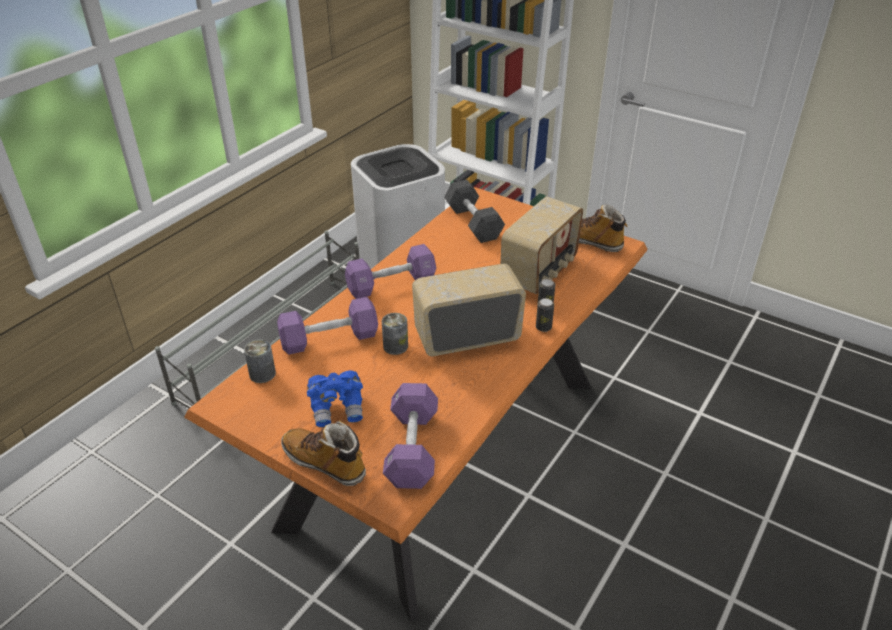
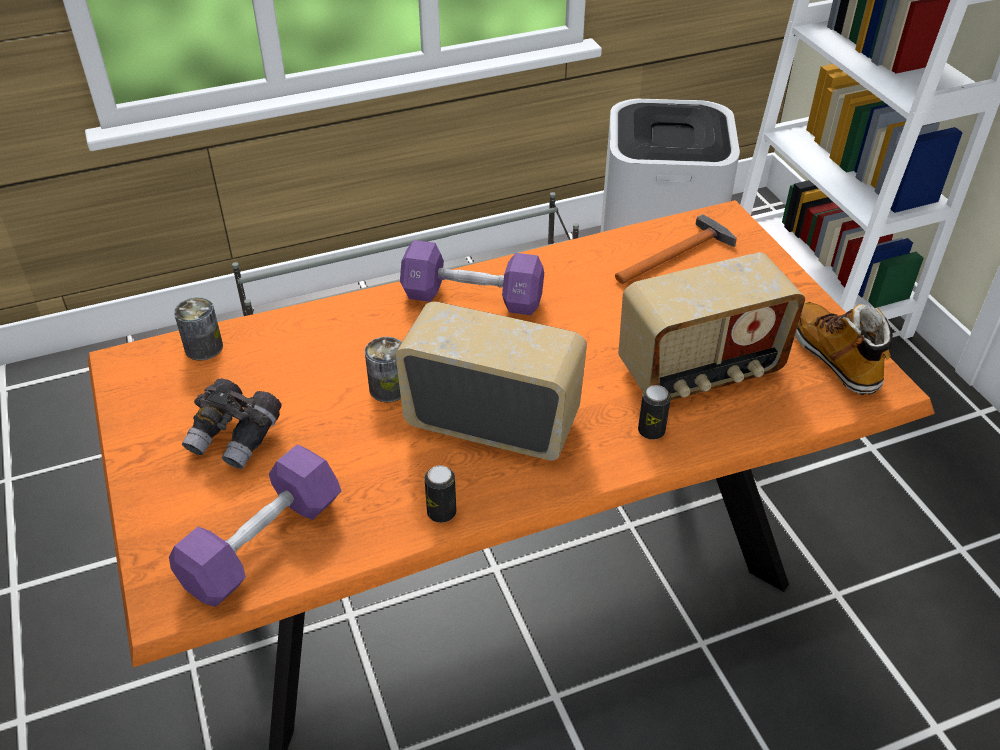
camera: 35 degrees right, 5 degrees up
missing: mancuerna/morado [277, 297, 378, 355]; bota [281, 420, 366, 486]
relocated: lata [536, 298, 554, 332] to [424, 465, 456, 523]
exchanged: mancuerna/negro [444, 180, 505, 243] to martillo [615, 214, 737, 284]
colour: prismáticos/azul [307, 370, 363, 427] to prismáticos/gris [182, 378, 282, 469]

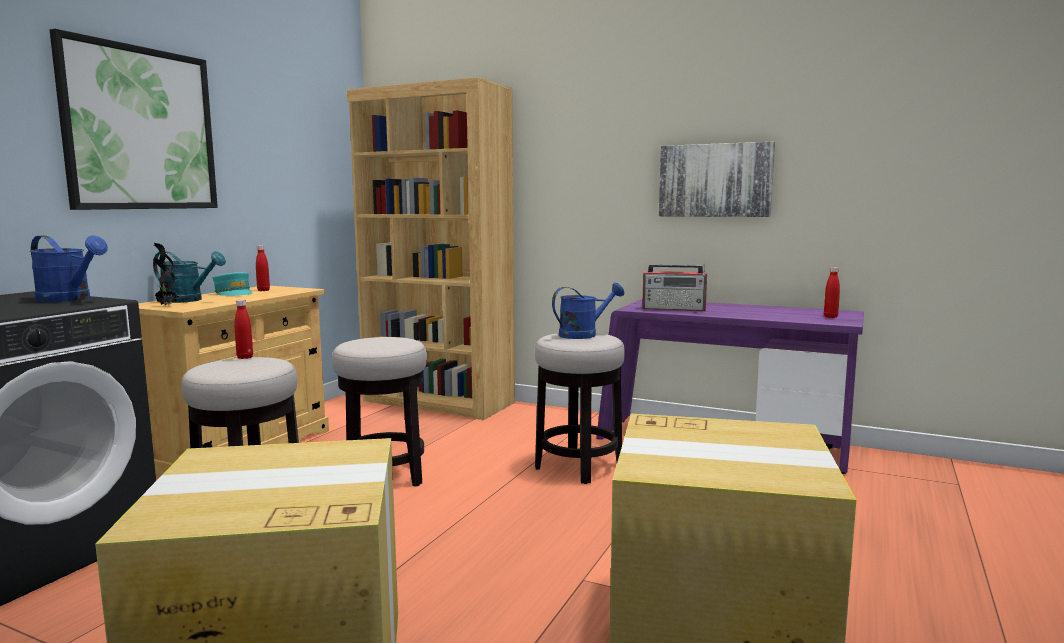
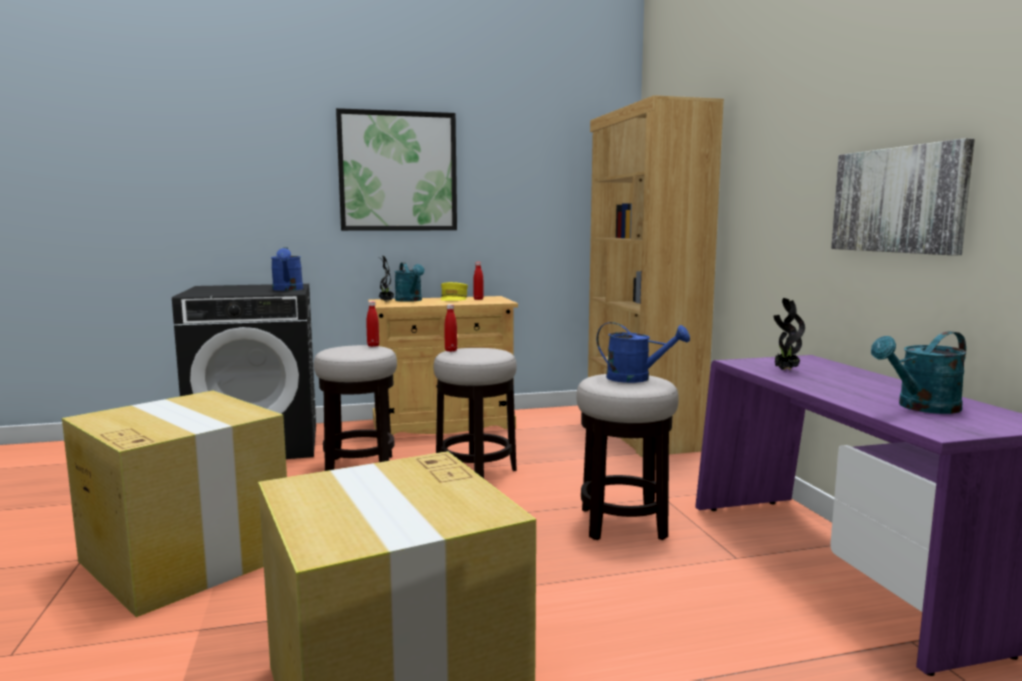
camera: 50 degrees right, 0 degrees up
appeared: regadera/turquesa [871, 331, 966, 414]
relocated: botella/rojo [824, 267, 840, 318] to [445, 304, 457, 352]
exchanged: radio [642, 264, 707, 311] to planta en maceta [773, 298, 805, 370]
colour: gorra/turquesa [212, 272, 252, 296] to gorra/amarillo [440, 282, 468, 301]

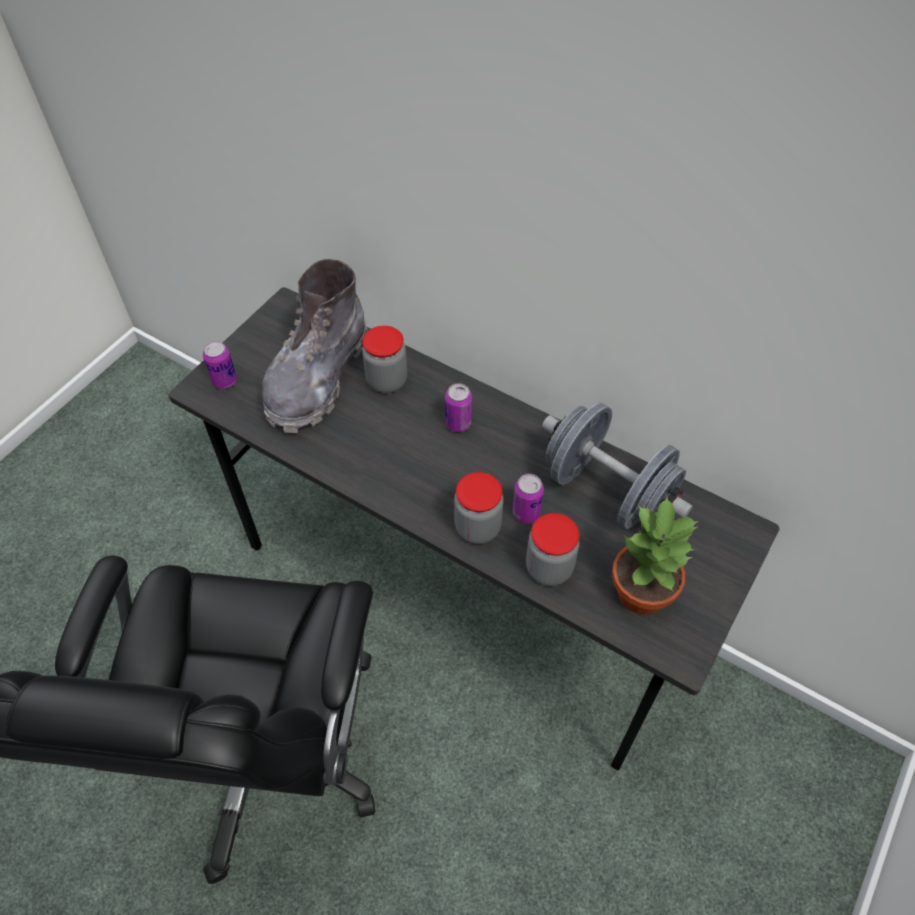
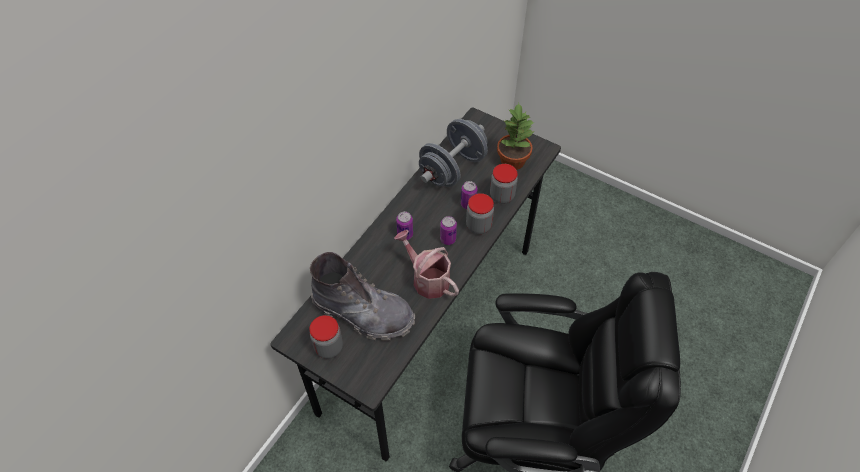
camera: 90 degrees left, 0 degrees up
appeared: regadera [394, 230, 459, 299]
relocated: tarro [362, 326, 407, 393] to [310, 315, 343, 359]; lata [203, 341, 237, 389] to [440, 216, 457, 245]

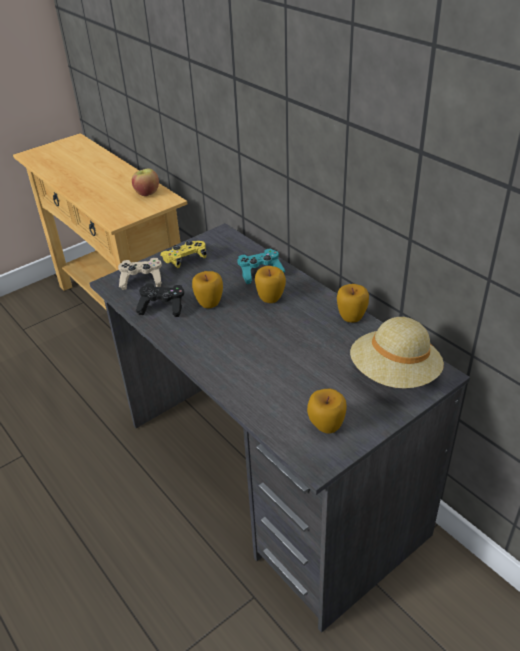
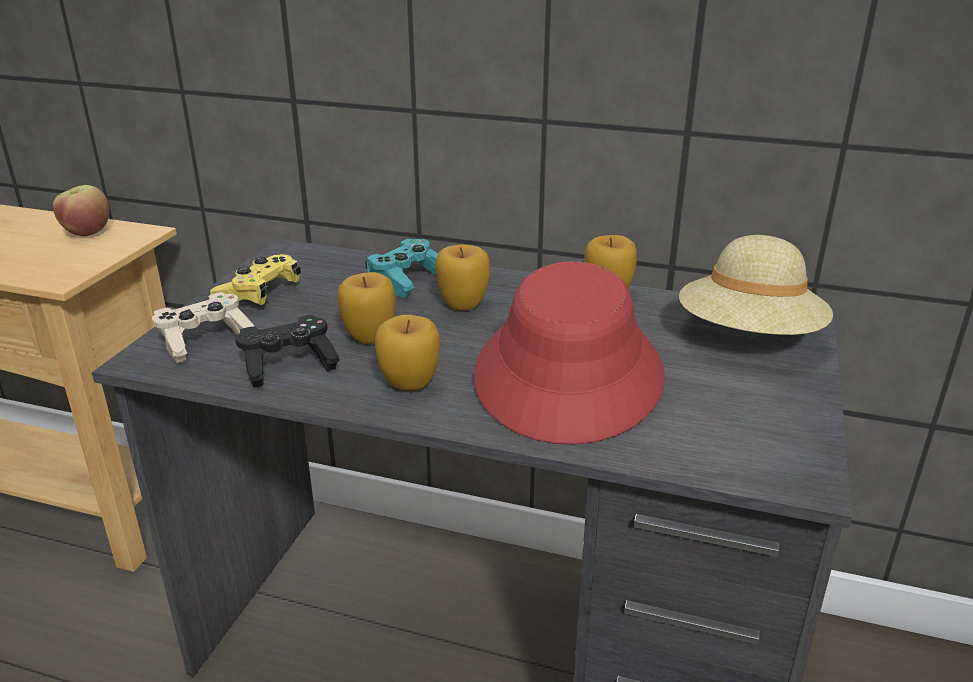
camera: 35 degrees left, 10 degrees down
appeared: sombrero/rojo [474, 261, 665, 445]
relocated: manzana [307, 389, 347, 434] to [375, 315, 440, 390]

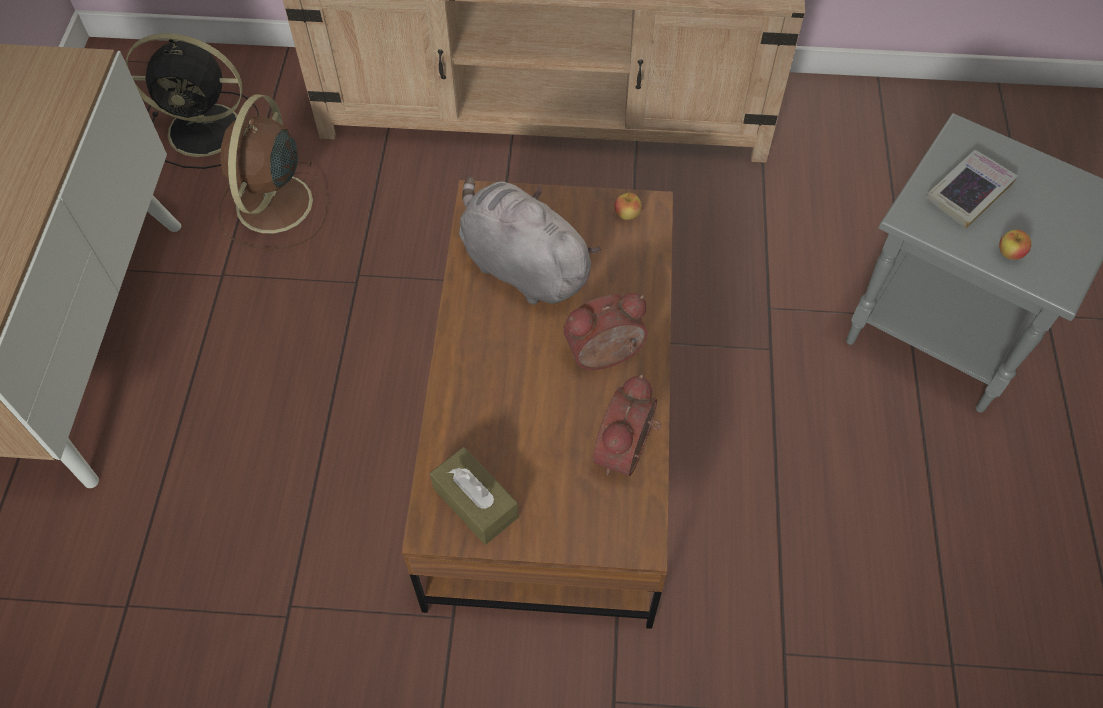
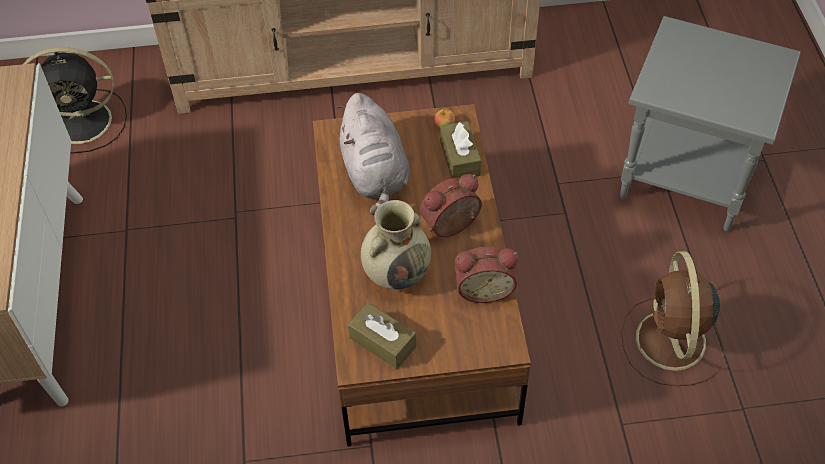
camera: 10 degrees left, 5 degrees down
missing: libro [926, 150, 1018, 229]; manzana [999, 230, 1032, 260]
appeared: caja de pañuelos/marrón [440, 121, 481, 178]; florero/beis [361, 200, 431, 290]
relocated: ventilador/marrón [218, 94, 327, 249] to [621, 251, 725, 386]
spun: peluche/gris [459, 177, 601, 305] = [336, 93, 410, 216] 135 degrees counterclockwise; despertador [593, 374, 661, 476] = [455, 246, 518, 303] 105 degrees counterclockwise

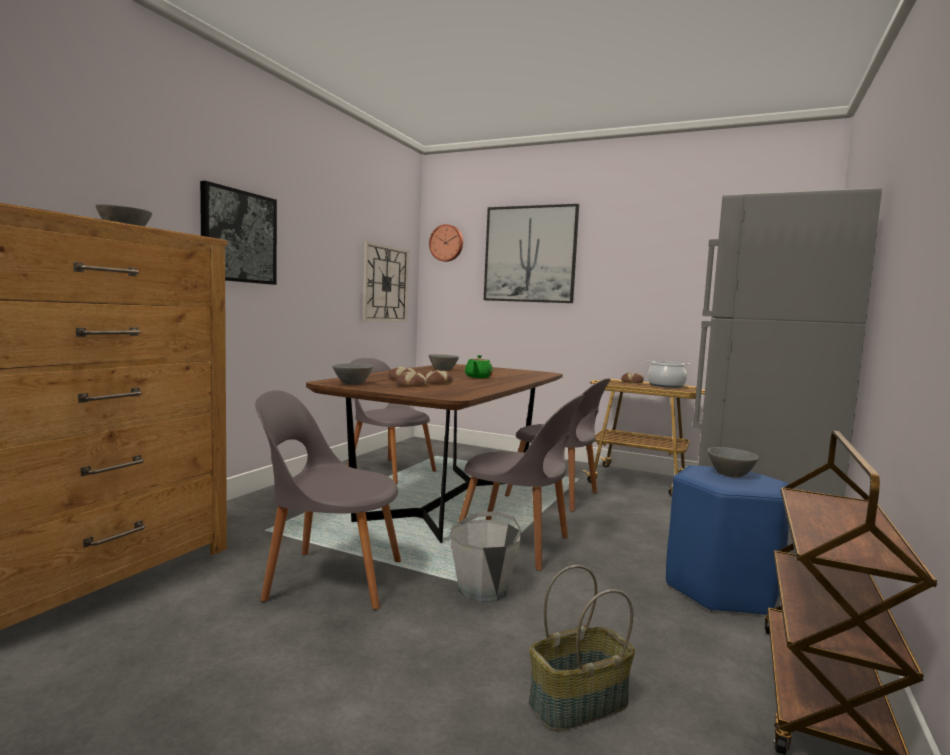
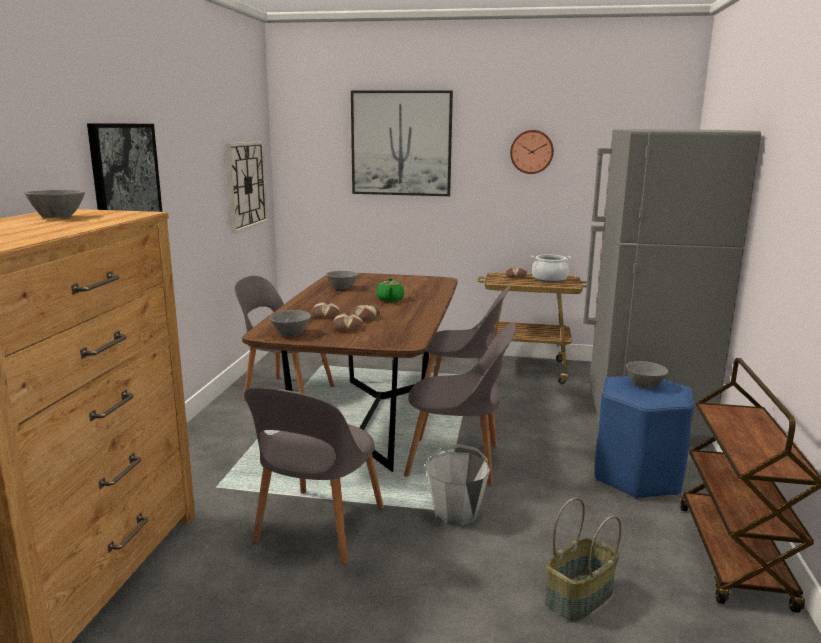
camera: 15 degrees left, 10 degrees up
relocated: reloj de pared [429, 224, 463, 262] to [510, 130, 554, 174]
spun: silla/gris [255, 390, 401, 610] = [244, 387, 384, 564] 60 degrees counterclockwise

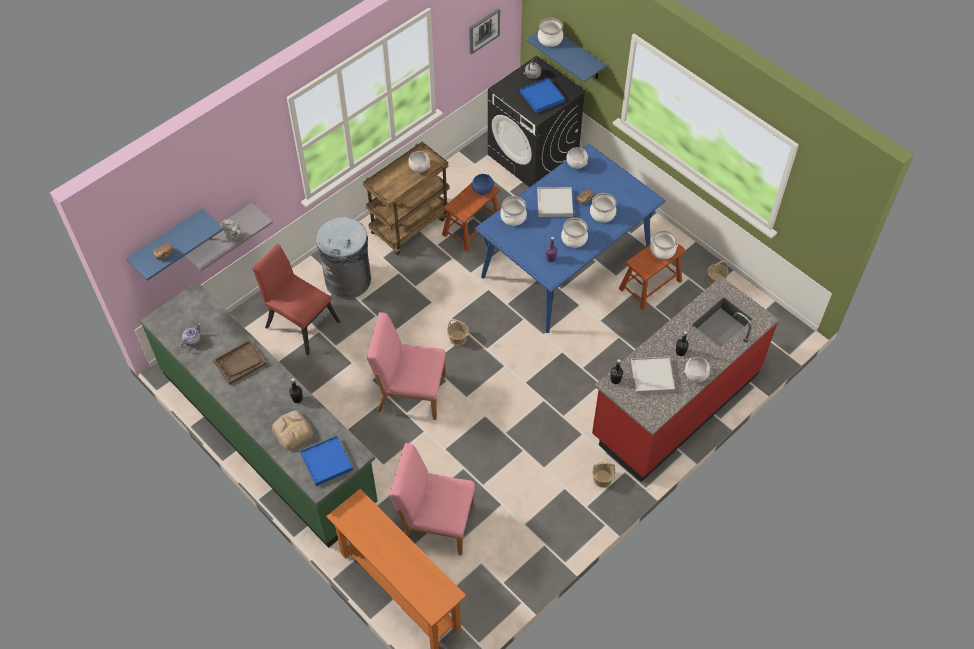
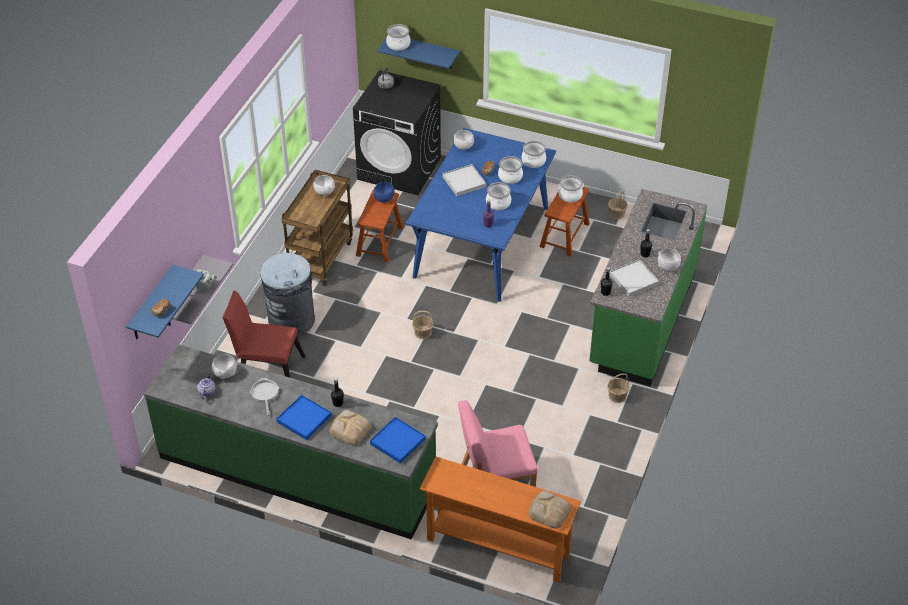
camera: 25 degrees left, 10 degrees down
missing: cuadro [469, 8, 500, 54]; silla/rosa [367, 312, 446, 420]
appeared: cuenco/blanco [212, 354, 237, 378]; pan [528, 491, 571, 529]
relocated: bandeja/azul [520, 78, 565, 113] to [276, 395, 332, 440]; olla [500, 196, 527, 226] to [521, 141, 546, 168]
exchanged: bandeja/marrón [213, 340, 267, 385] to sartén [250, 378, 279, 416]
colour: mueble bajo de cocina/rojo [592, 276, 779, 482] to mueble bajo de cocina/verde [589, 189, 707, 387]

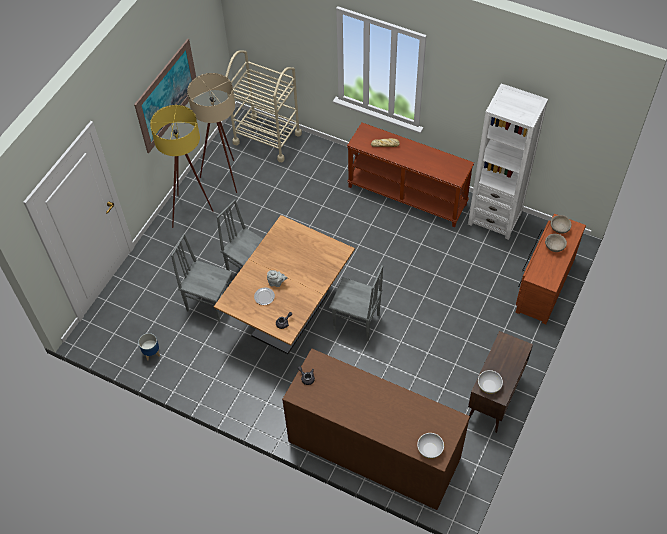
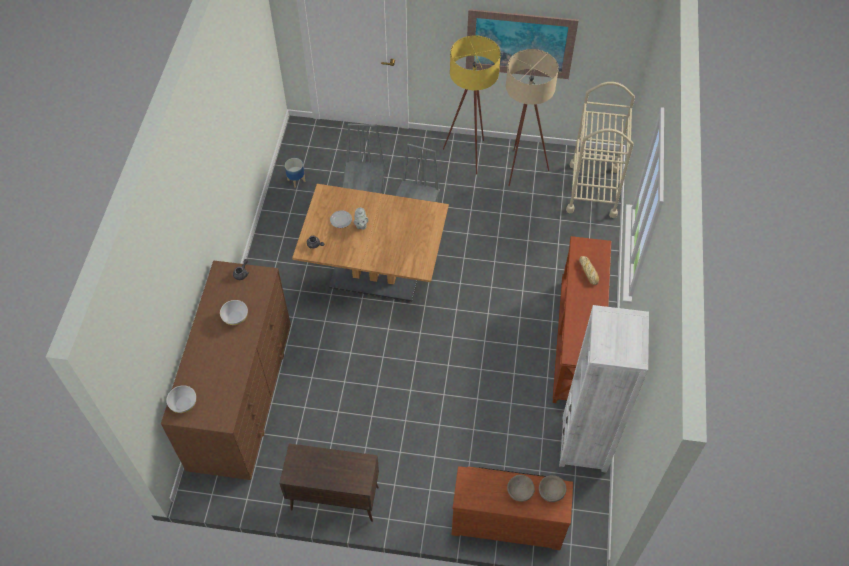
camera: 70 degrees right, 0 degrees up
missing: silla/gris [329, 265, 383, 341]
relocated: cuenco/blanco [478, 370, 503, 394] to [220, 300, 248, 325]

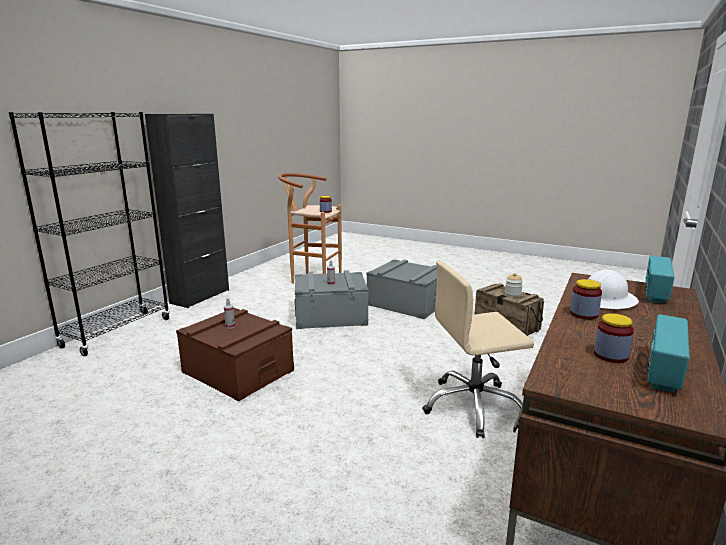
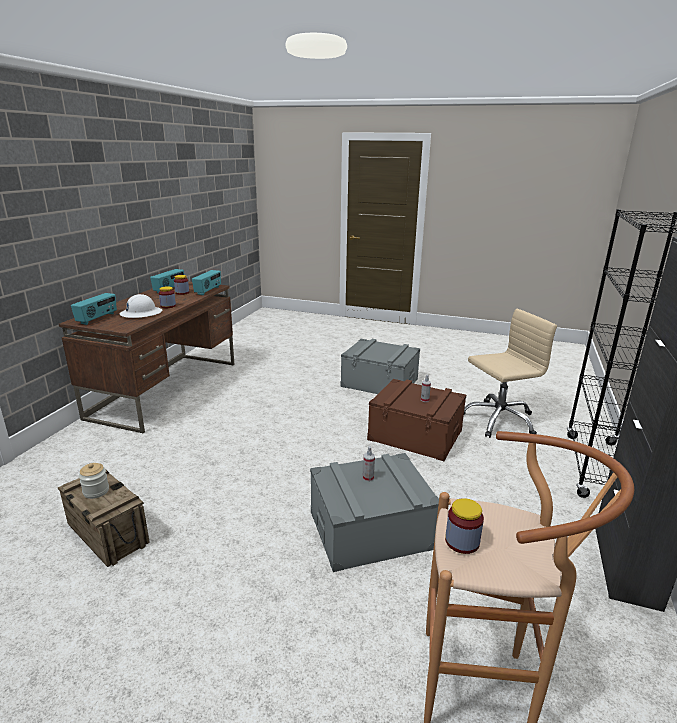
camera: 170 degrees right, 5 degrees up
appeared: radio [192, 270, 221, 295]
relocated: caja de almacenaje/gris [366, 259, 437, 319] to [340, 339, 420, 394]; silla de oficina/beis [422, 261, 534, 438] to [464, 309, 557, 438]

